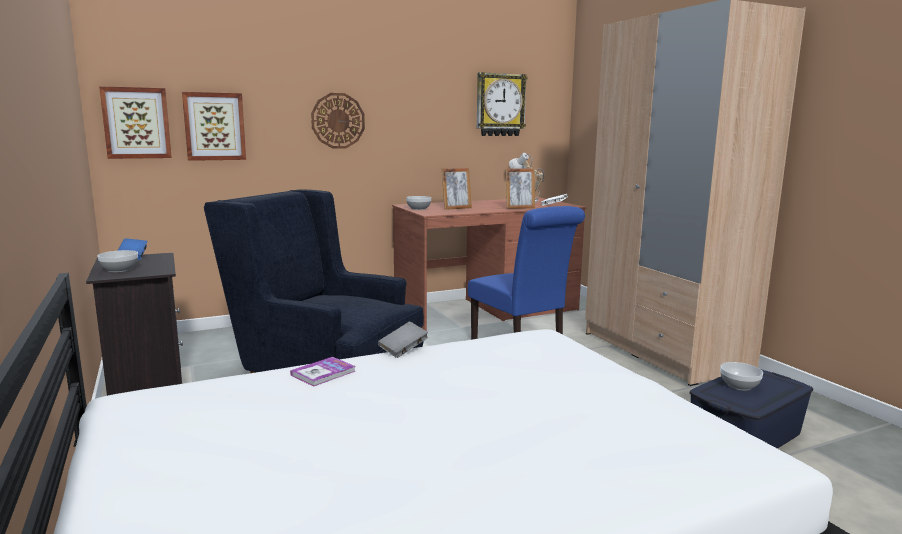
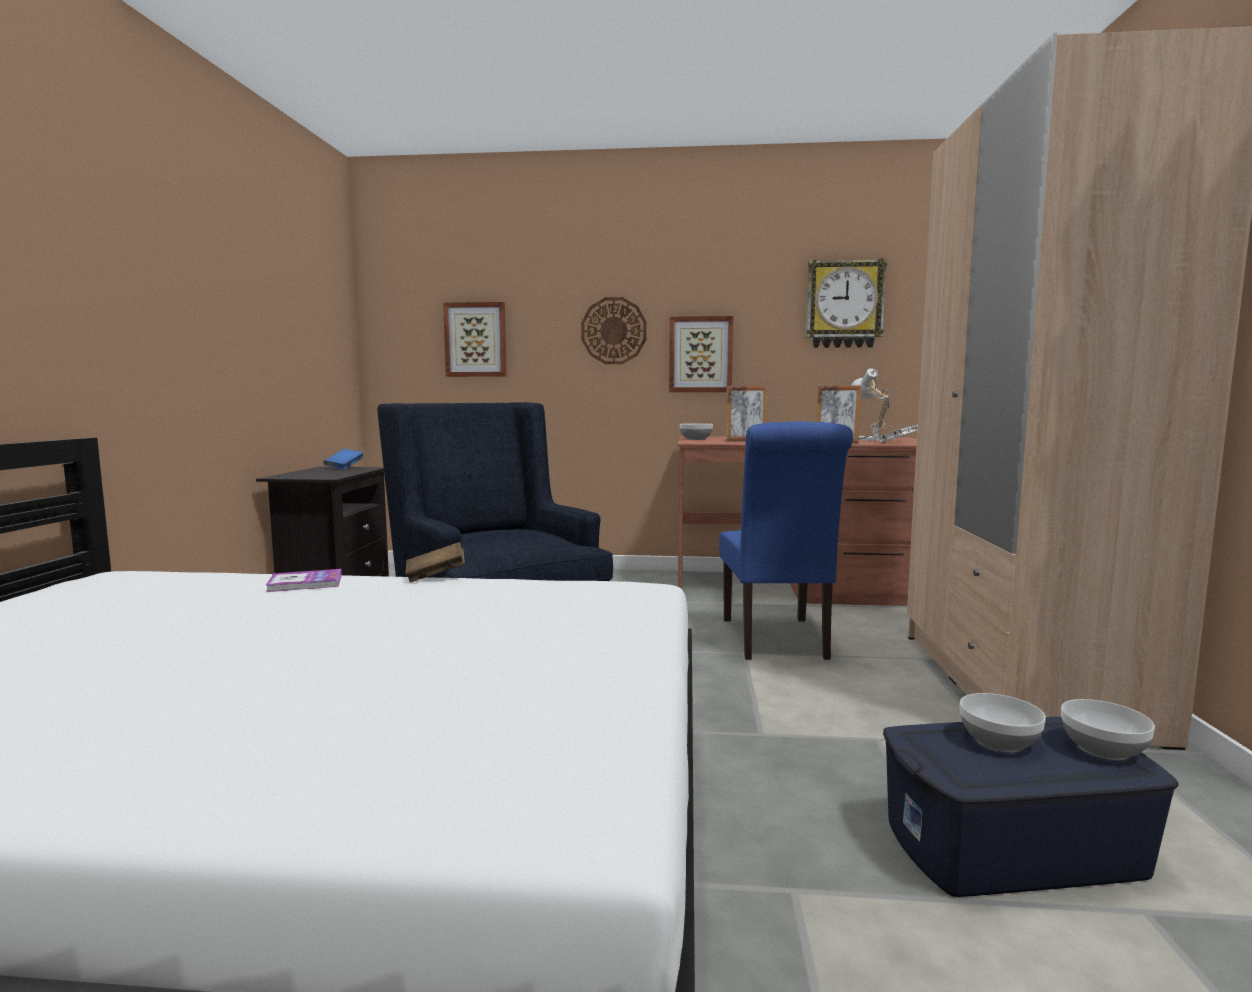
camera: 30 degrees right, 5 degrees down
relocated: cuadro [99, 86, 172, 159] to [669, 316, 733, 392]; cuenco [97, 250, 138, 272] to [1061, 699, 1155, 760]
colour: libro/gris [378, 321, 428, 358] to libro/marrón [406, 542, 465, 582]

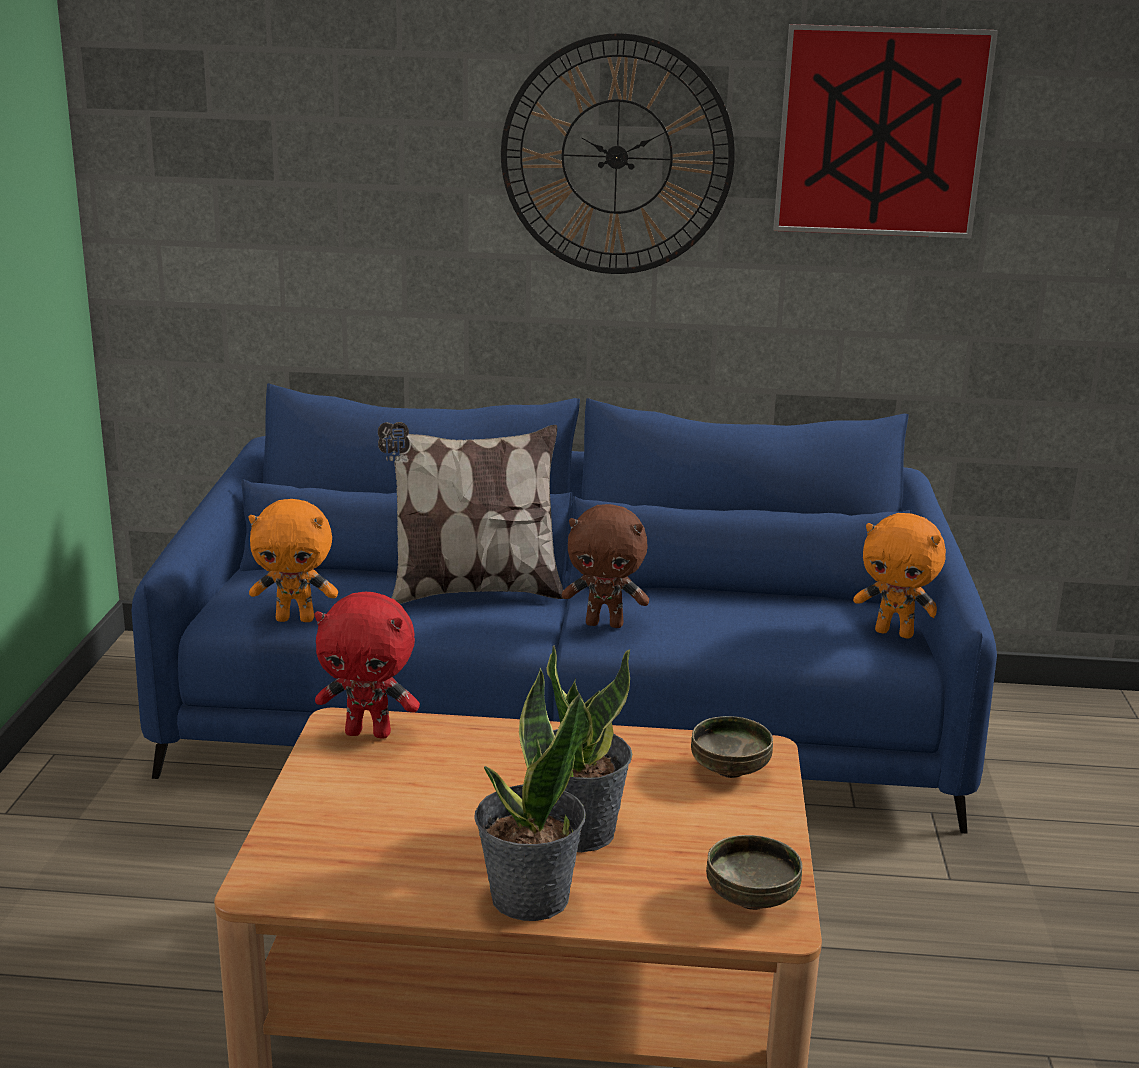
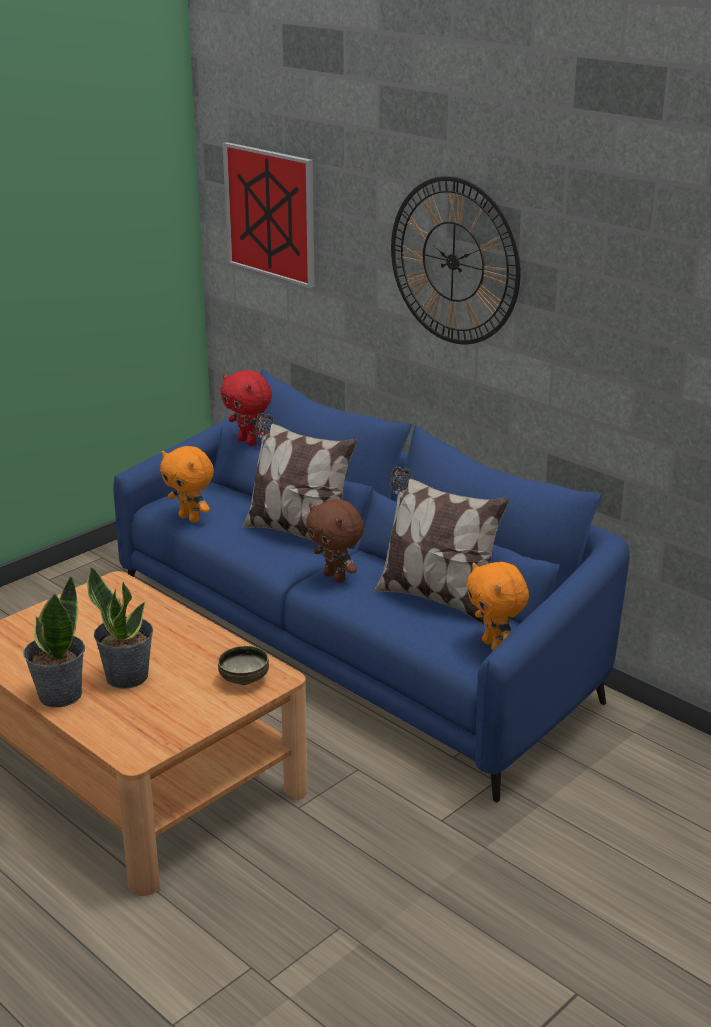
camera: 40 degrees right, 5 degrees up
missing: cuenco [706, 835, 802, 910]
appeared: cojín [374, 467, 509, 624]
relocated: cuadro [773, 24, 998, 238] to [223, 142, 315, 288]; peluche/rojo [315, 592, 420, 739] to [220, 370, 272, 446]

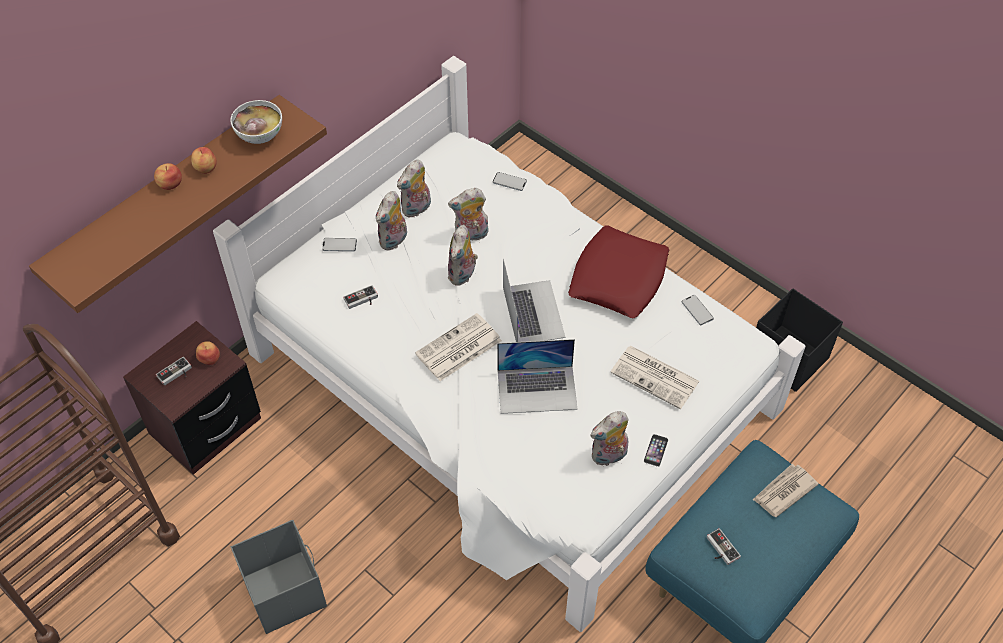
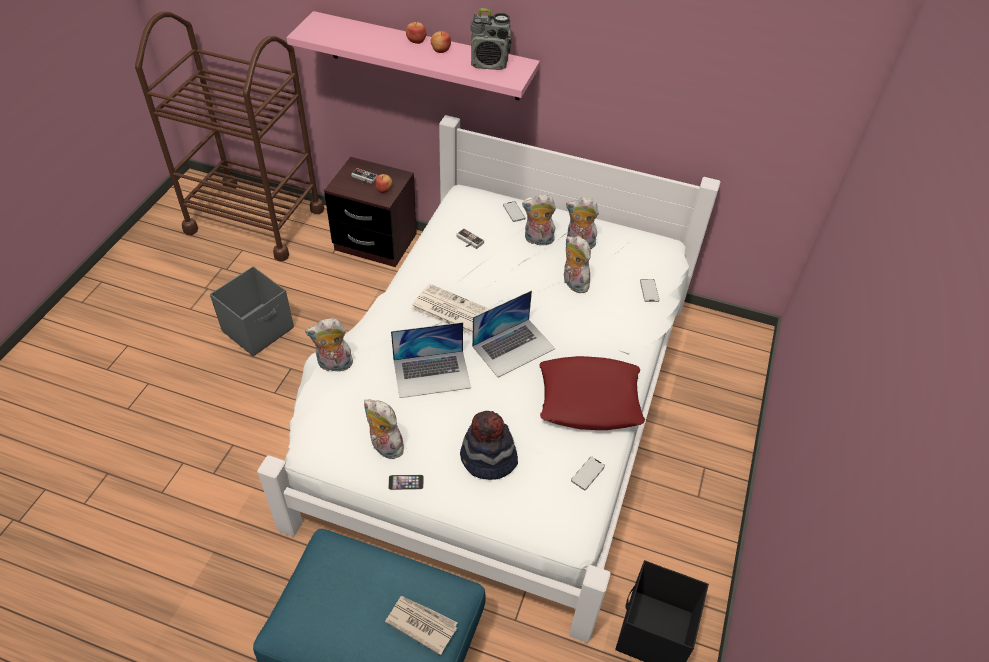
camera: 65 degrees right, 5 degrees down
missing: mando de consola [707, 528, 741, 565]
relocated: peluche [448, 225, 478, 286] to [305, 318, 353, 372]
exchanged: cuenco [230, 100, 282, 144] to radio [471, 9, 511, 70]; periódico [610, 346, 699, 409] to sombrero [460, 411, 518, 480]
colour: estante/marrón [29, 95, 327, 313] to estante/rosa [286, 11, 540, 101]
spun: portátil [497, 339, 577, 414] = [391, 322, 471, 398] 75 degrees counterclockwise

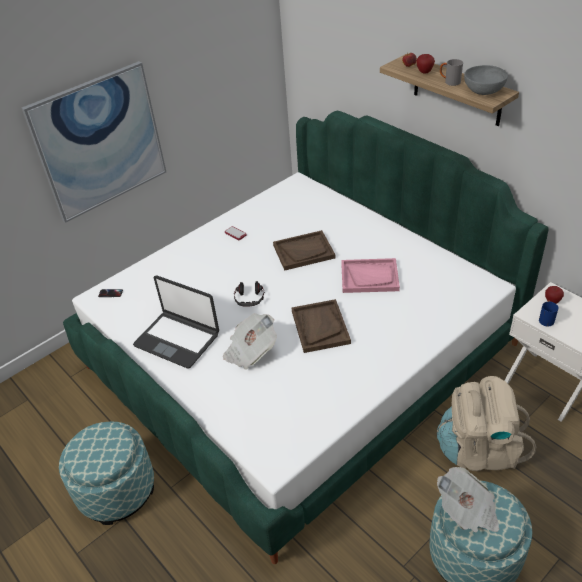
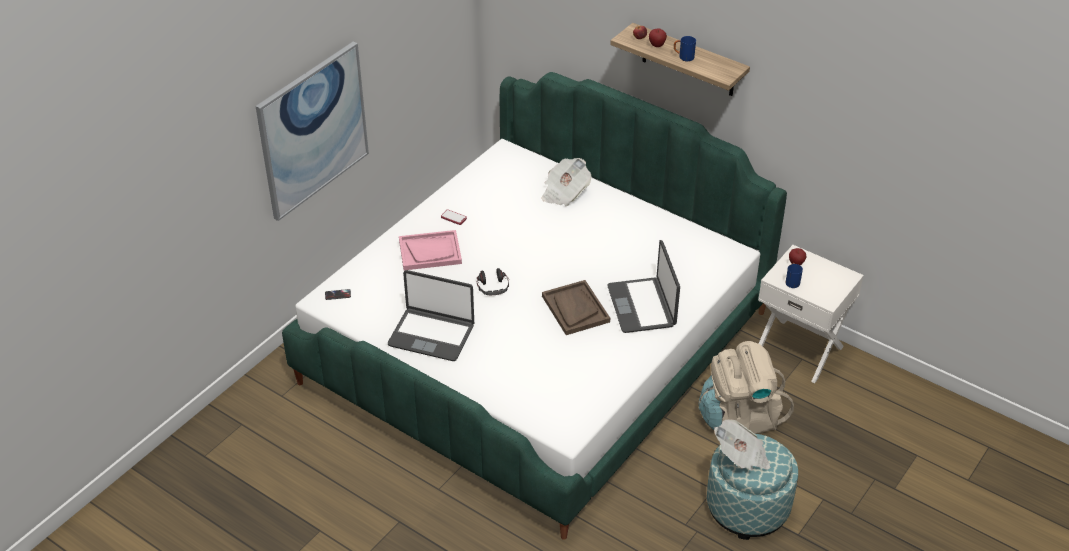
camera: 15 degrees left, 0 degrees up
missing: cuenco/gris [464, 65, 508, 95]; bandeja/marrón [273, 230, 335, 271]; puf [59, 421, 154, 525]
appeared: portátil [607, 240, 680, 333]
relocated: bandeja/rosa [341, 258, 400, 293] to [399, 230, 462, 270]; periódico [223, 313, 277, 370] to [541, 158, 591, 206]
colour: taza grande/gris [440, 59, 463, 86] to taza grande/azul [674, 36, 696, 61]

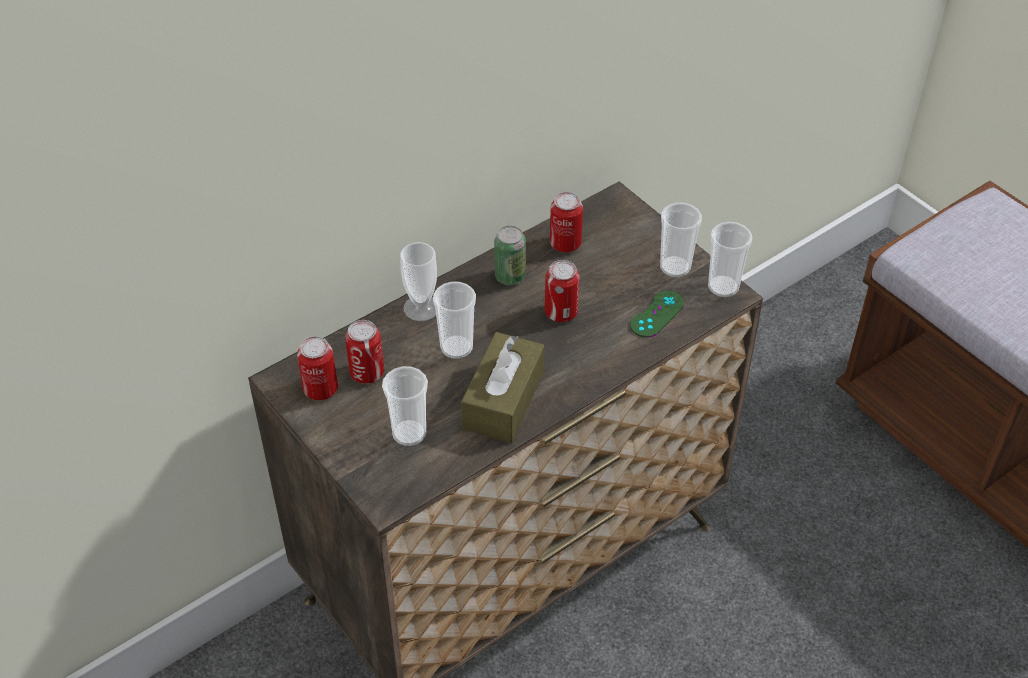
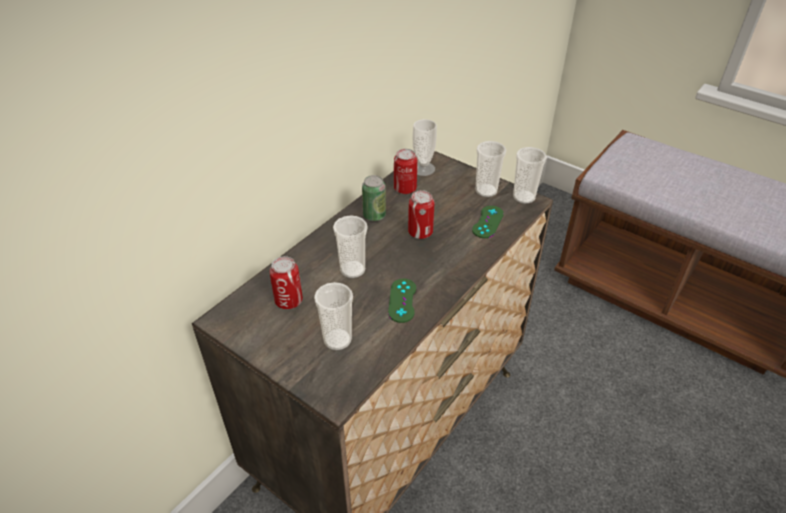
camera: 15 degrees left, 5 degrees down
missing: lata [297, 336, 338, 400]
relocated: taza [400, 242, 437, 321] to [413, 119, 437, 176]
exchanged: caja de pañuelos/marrón [461, 332, 544, 443] to mando de consola/verde [388, 279, 416, 323]

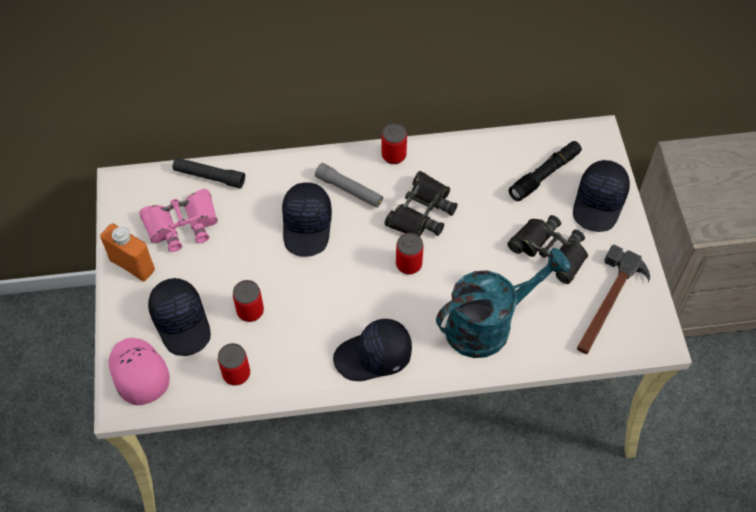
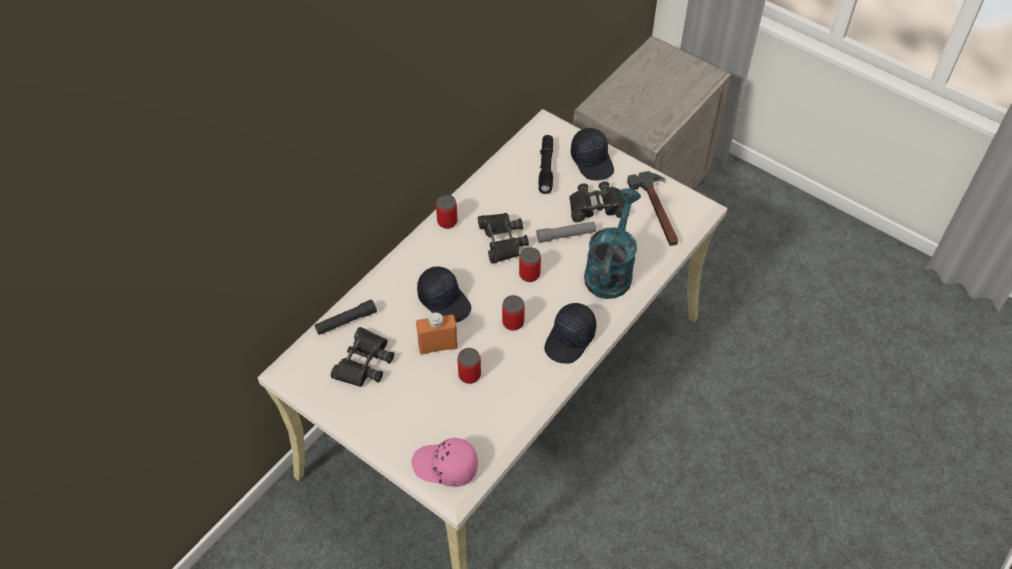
camera: 45 degrees left, 5 degrees down
missing: gorra/negro [148, 278, 211, 356]
relocated: linterna/gris [315, 163, 383, 208] to [536, 222, 596, 243]; botella/naranja [100, 223, 155, 282] to [416, 312, 458, 355]; lata [218, 343, 250, 386] to [502, 295, 525, 331]
colour: prismáticos/rosa [139, 189, 218, 252] to prismáticos/negro [331, 327, 394, 387]

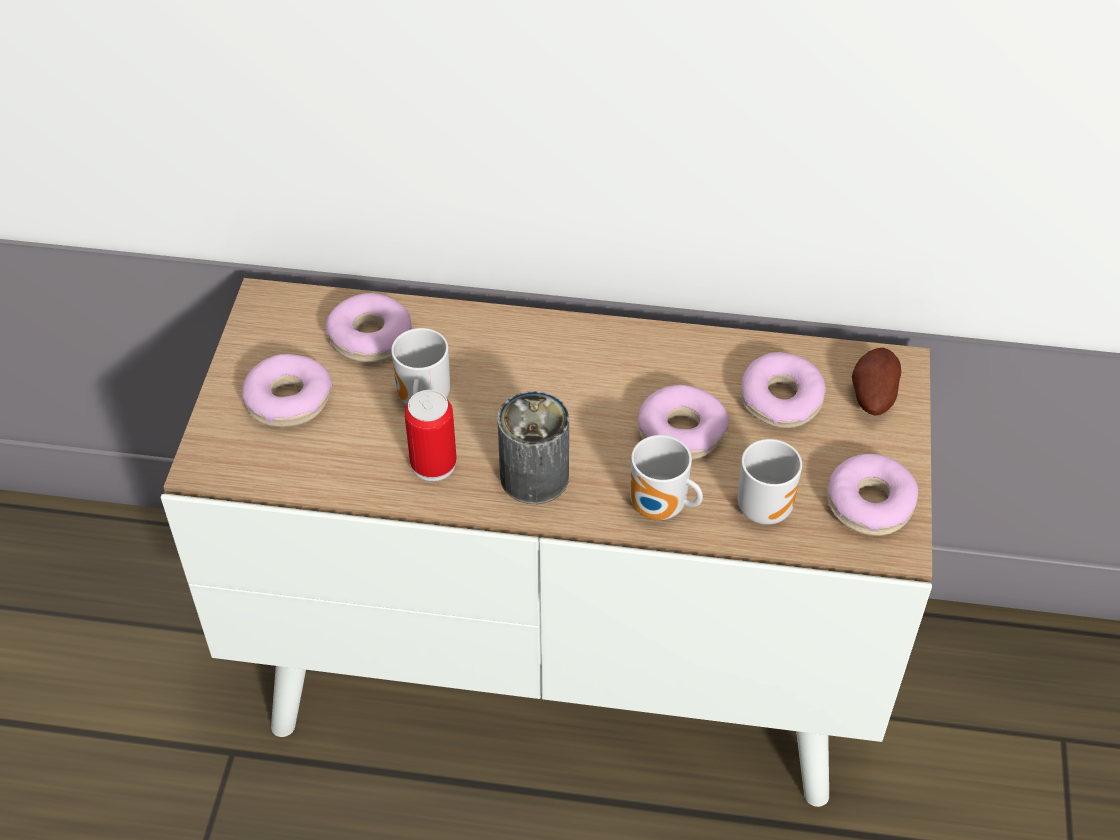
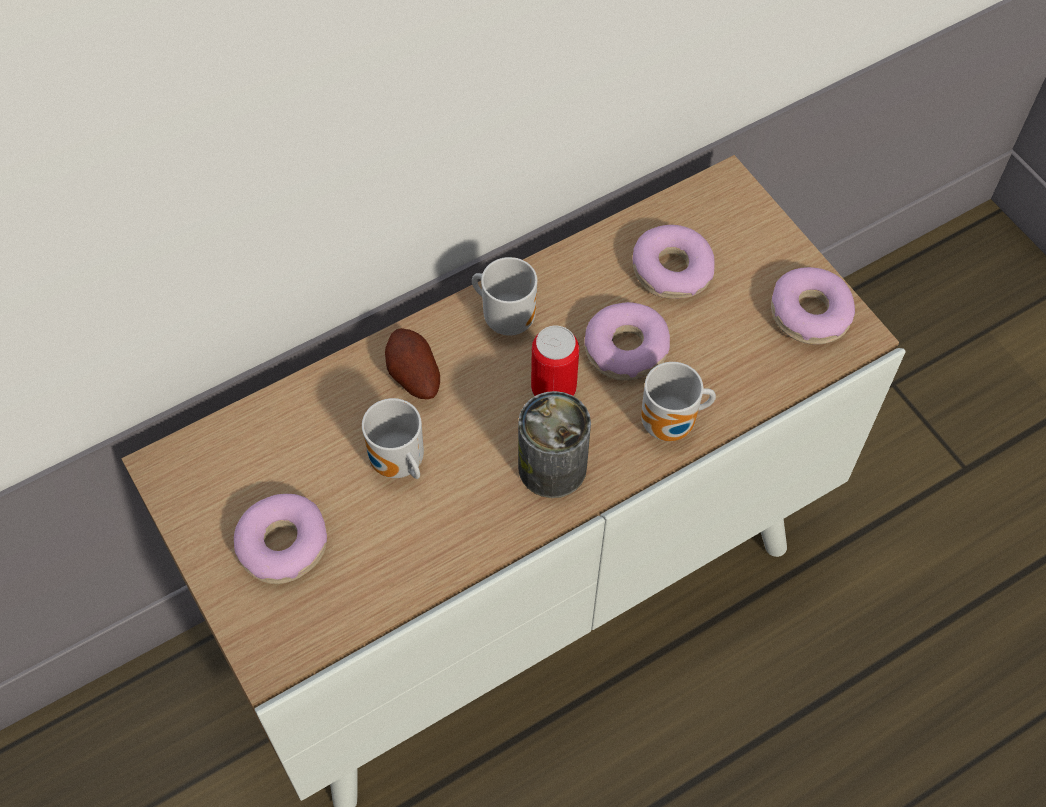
camera: 40 degrees left, 10 degrees up
missing: rosquilla [326, 293, 412, 363]
relocated: patata [852, 348, 901, 415] to [385, 328, 440, 399]; lata [404, 390, 457, 481] to [531, 326, 579, 397]; taza grande [738, 439, 802, 525] to [472, 257, 537, 336]

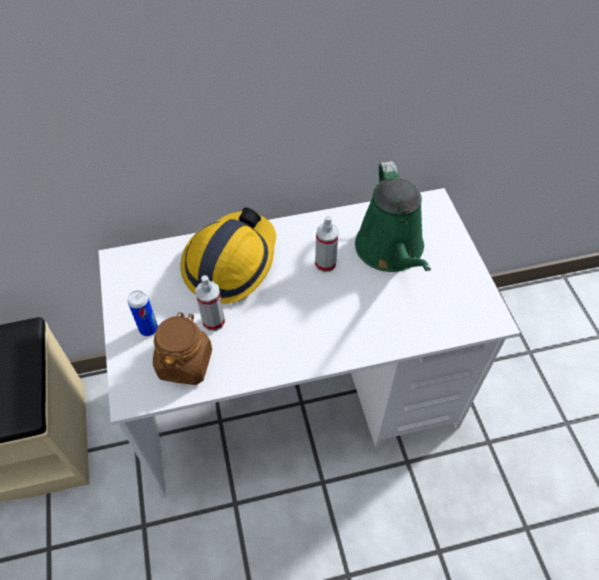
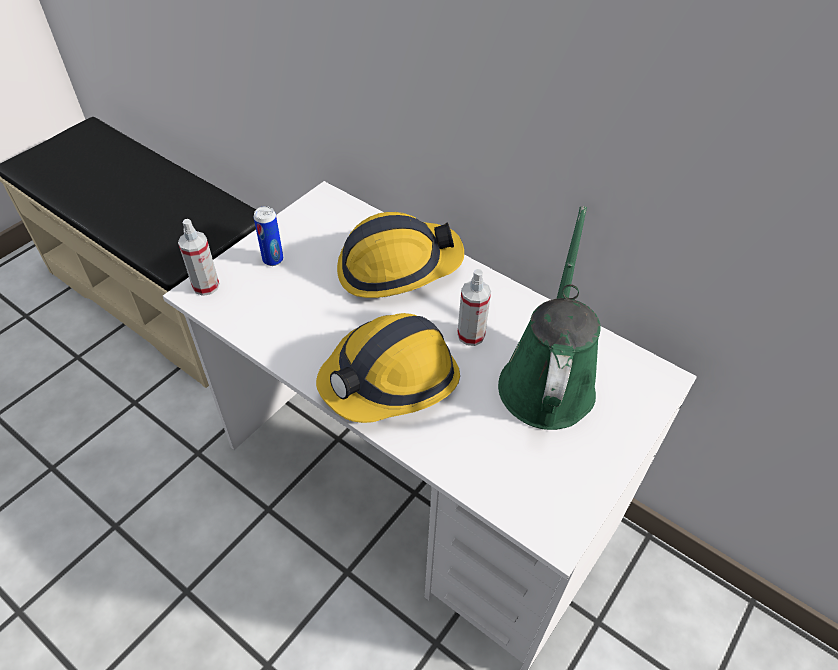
camera: 50 degrees right, 5 degrees down
missing: tarro/marrón [153, 312, 212, 385]
appeared: casco [316, 313, 460, 423]
relocated: pulverizador [195, 275, 225, 331] to [178, 219, 219, 296]
spun: regadera/verde [355, 161, 431, 272] = [498, 206, 601, 430] 150 degrees clockwise

